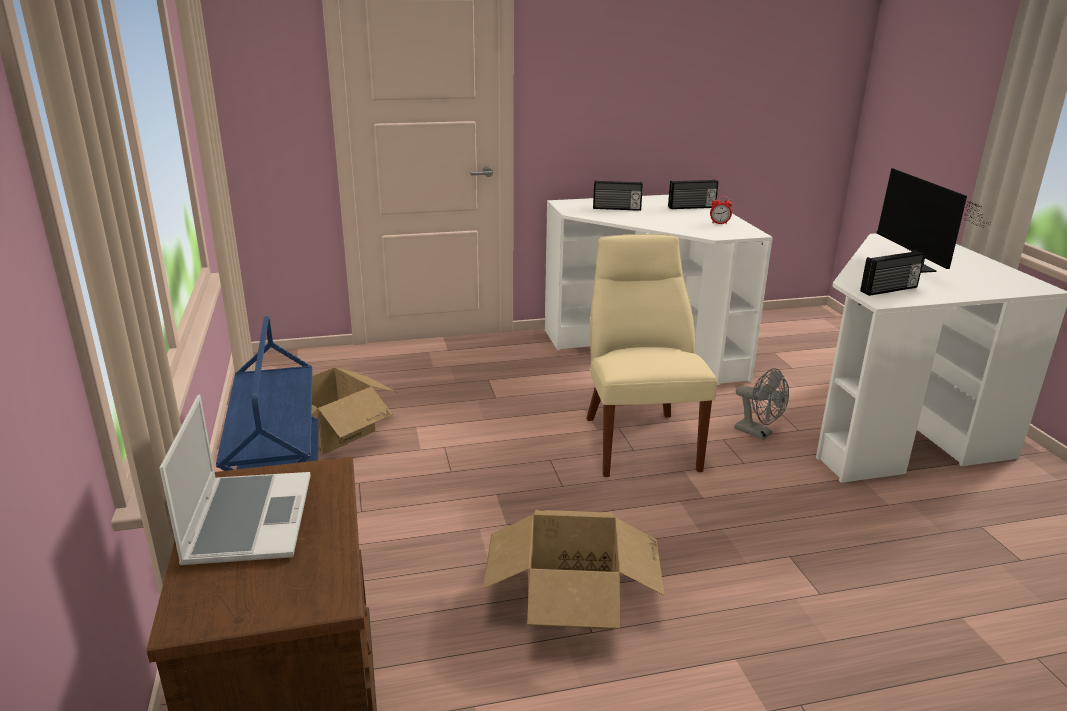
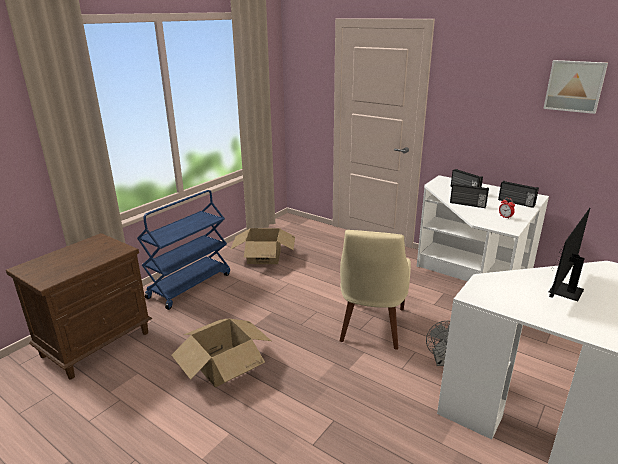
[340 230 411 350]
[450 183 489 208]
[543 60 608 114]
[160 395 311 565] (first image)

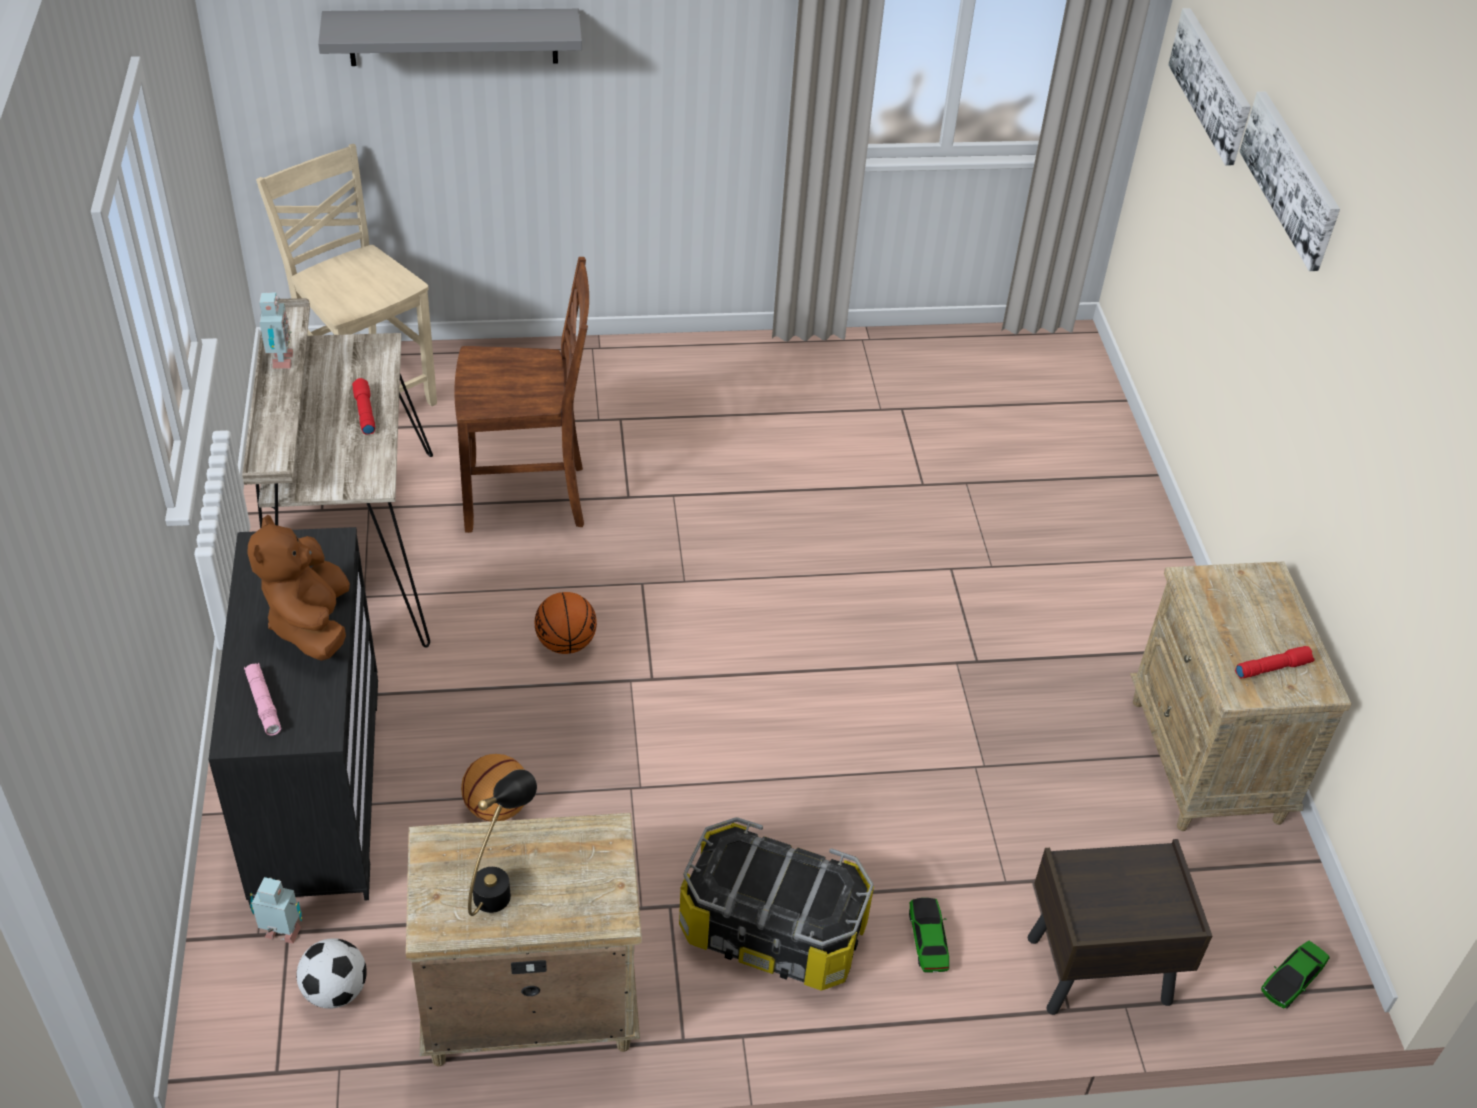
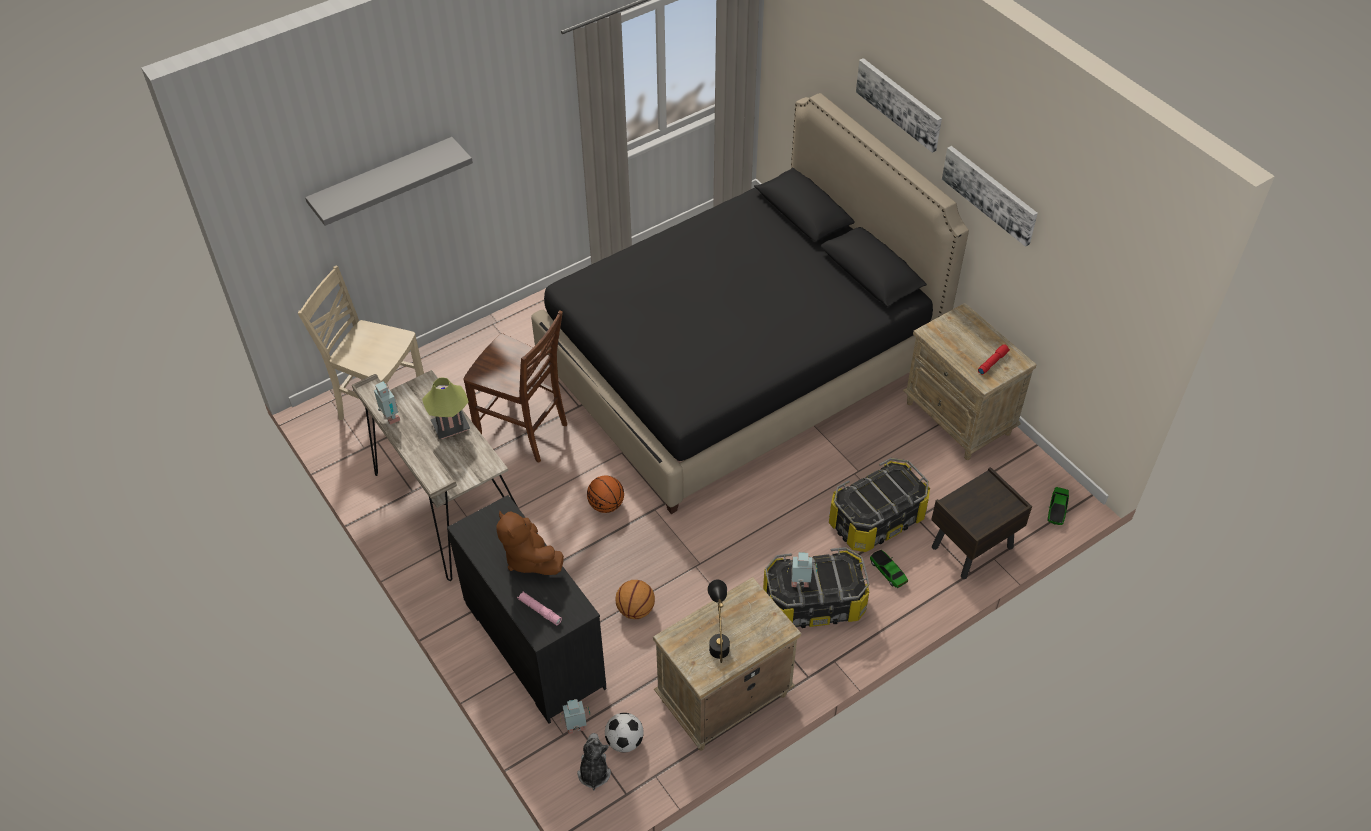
[422 378 470 439]
[463 310 567 463]
[531 93 969 514]
[577 733 611 791]
[787 552 817 587]
[829 458 930 552]
[942 146 1038 247]

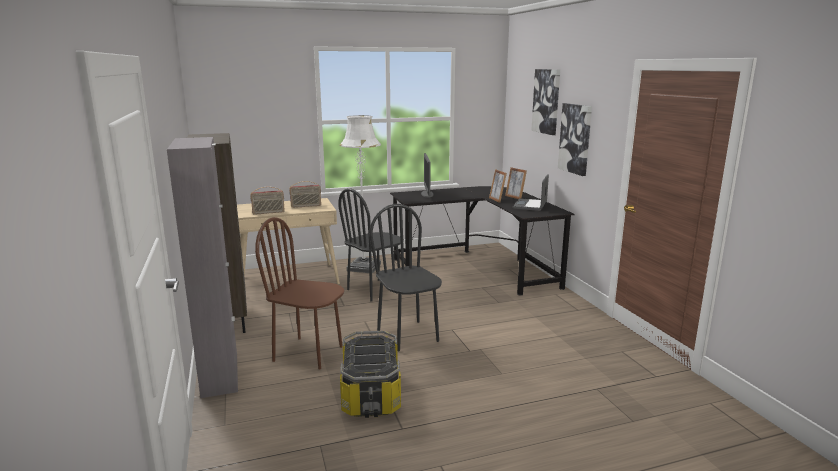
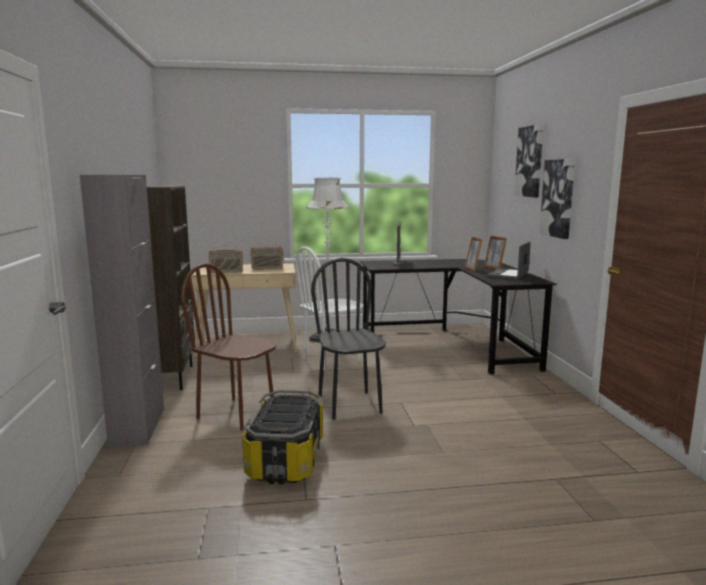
[295 247 364 370]

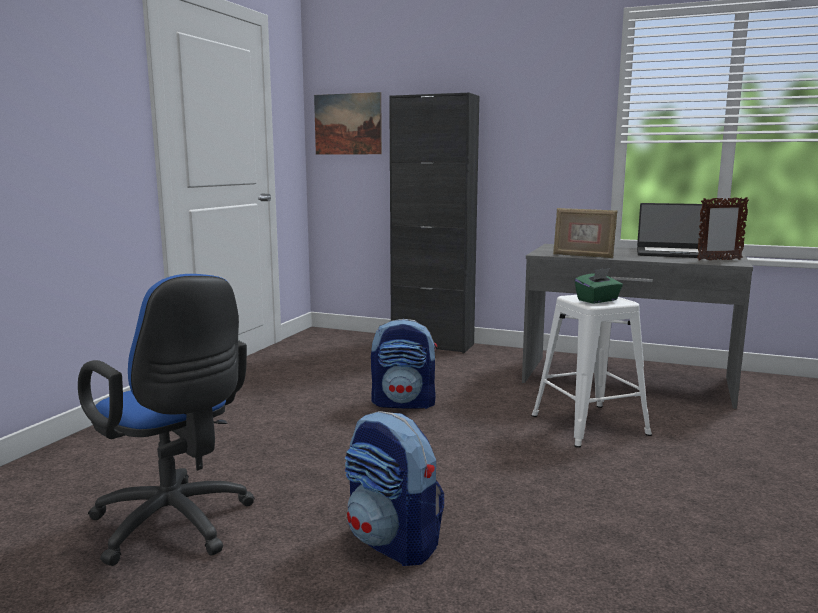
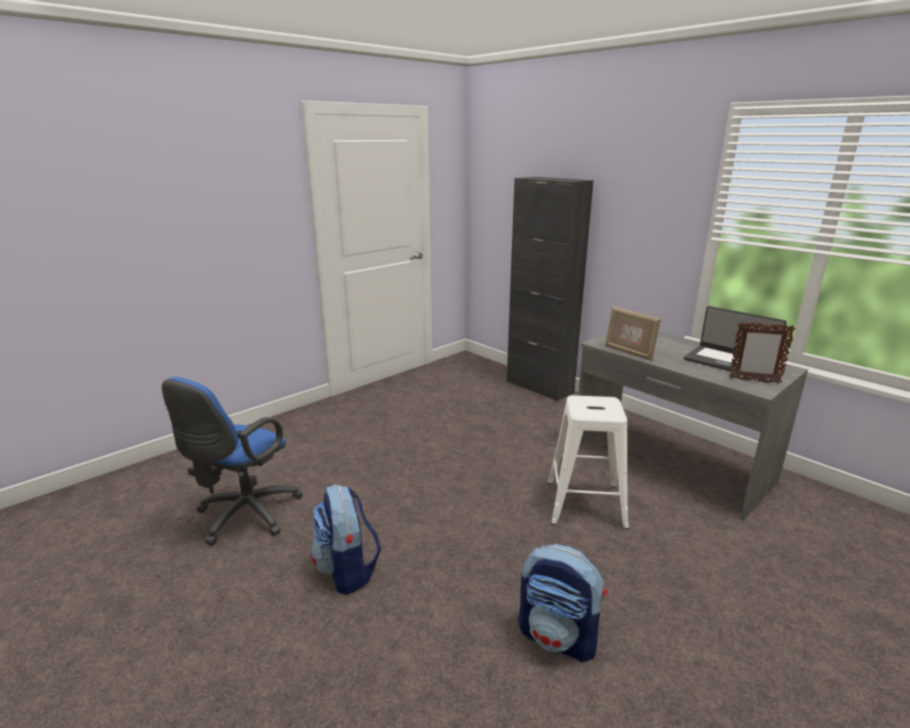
[162 377 303 546]
[518 544 607 662]
[314 92 382 155] (first image)
[575 268 623 303] (first image)

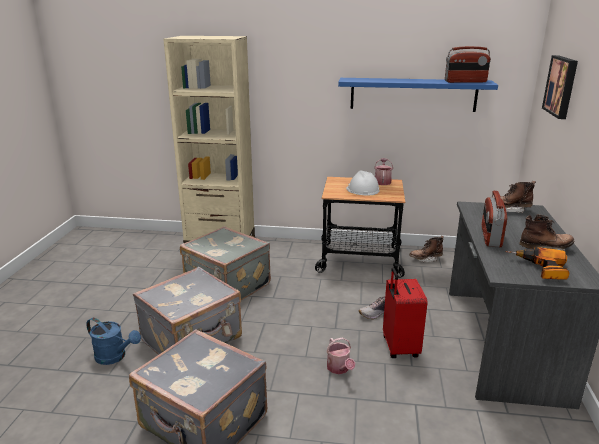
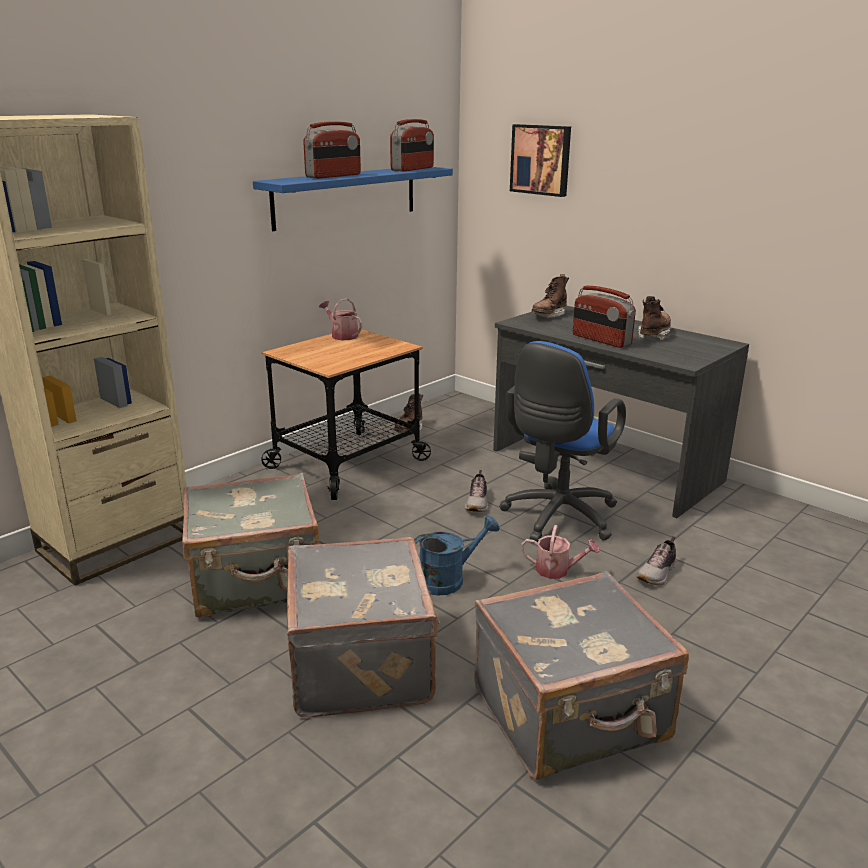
[303 121 361 179]
[415 515 500 596]
[499 341 626 543]
[636 536 676 585]
[346 170 379 195] (first image)
[505 247 569 279] (first image)

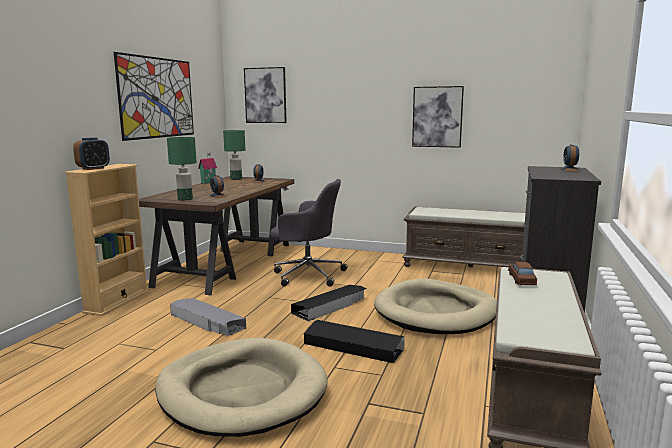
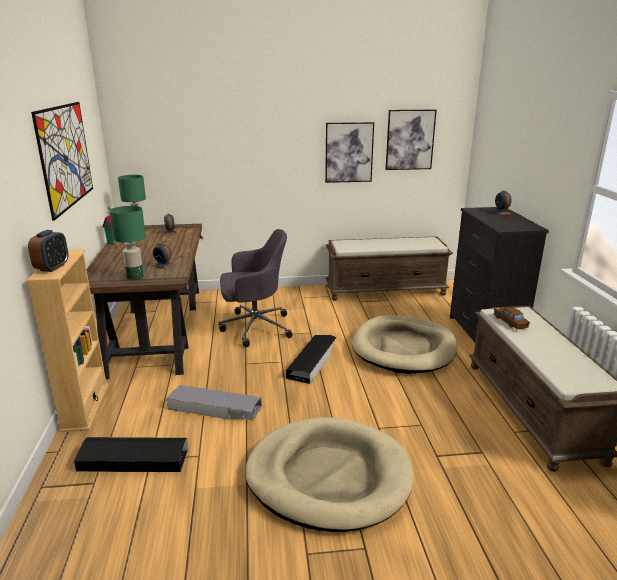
[74 437 188 472]
[385 110 437 170]

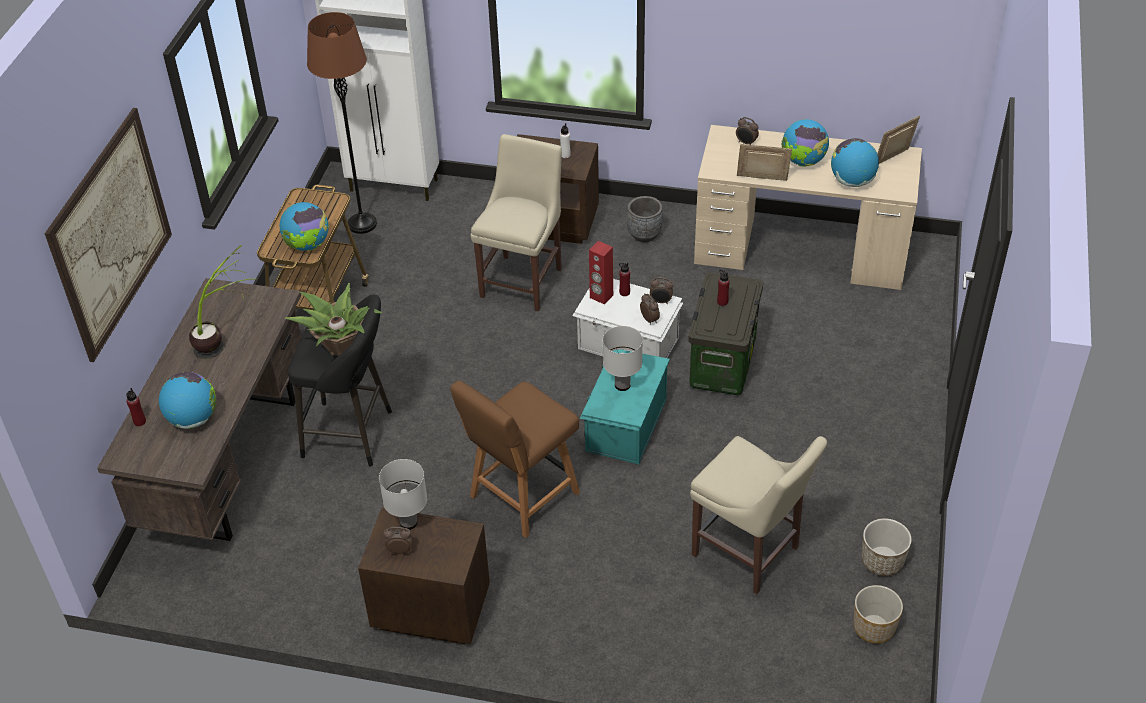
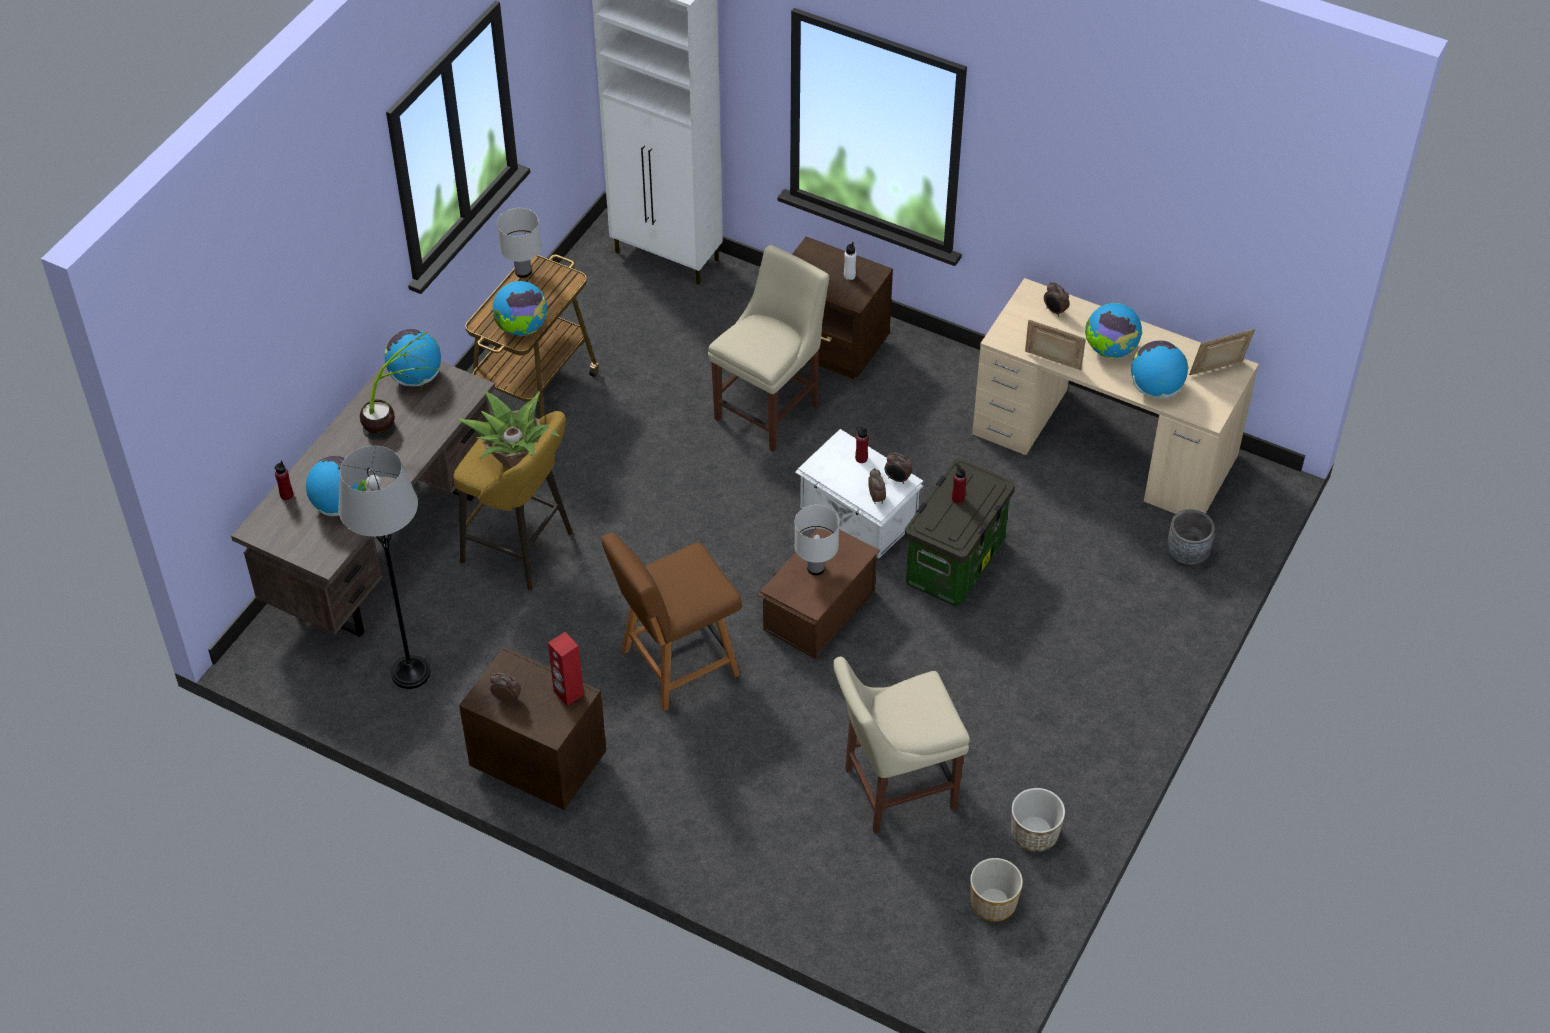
[338 446 431 689]
[385 329 441 386]
[454 411 573 590]
[497 208 541 278]
[548 632 584 706]
[757 529 880 659]
[833 656 970 834]
[1166 510 1215 567]
[45 108 172 362] (first image)
[307 12 377 234] (first image)

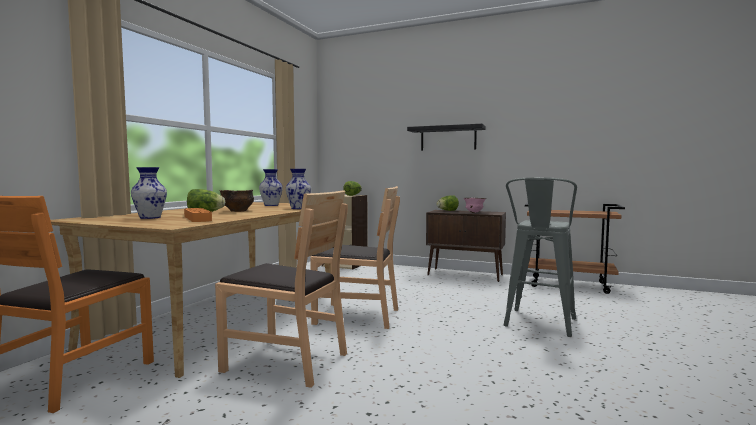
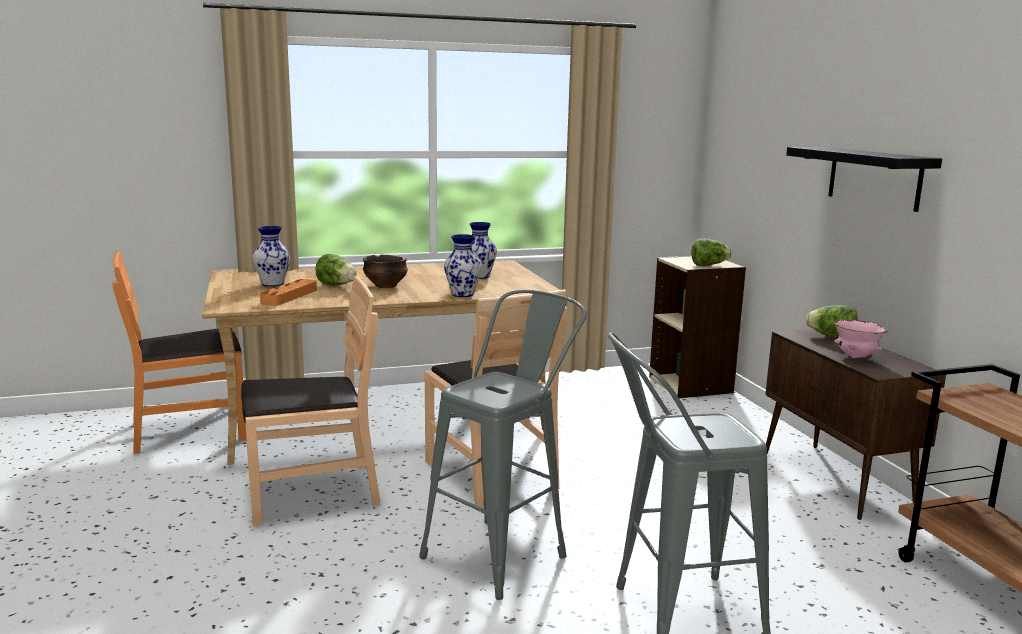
[241 276 381 526]
[419 290 586 600]

